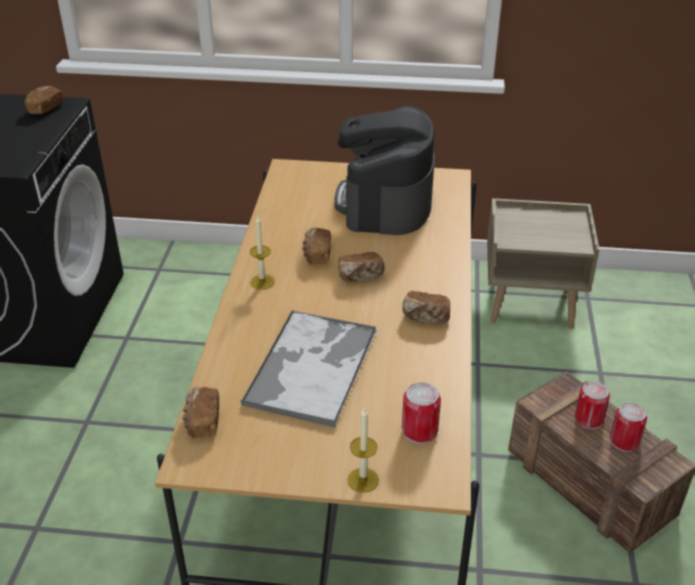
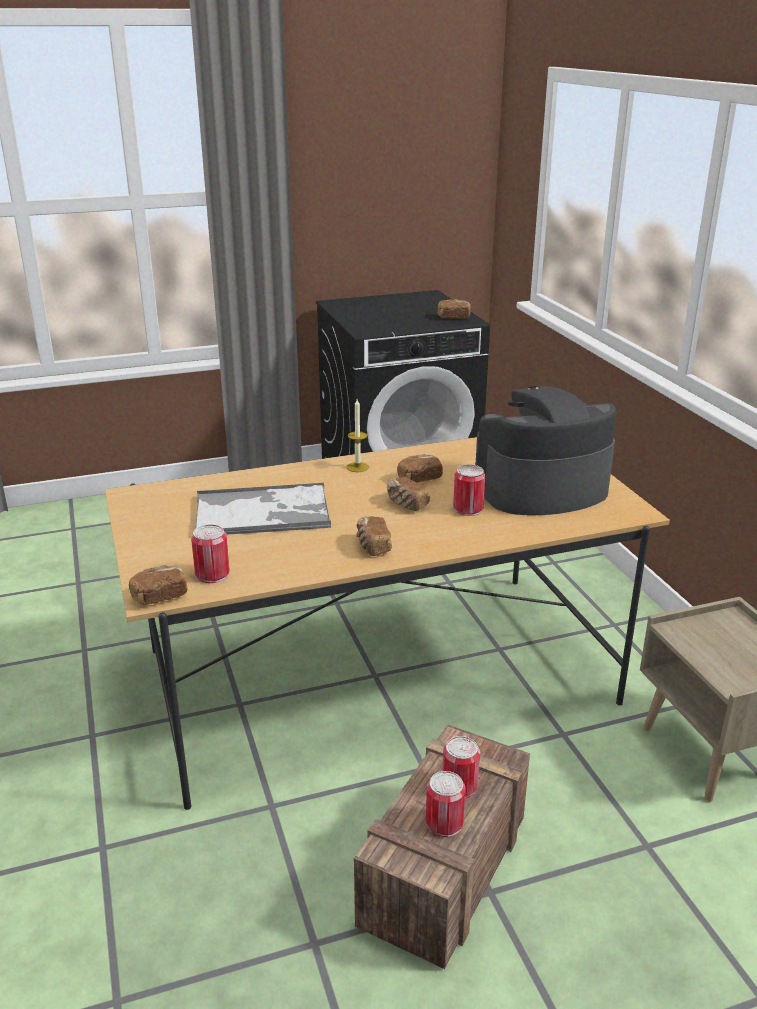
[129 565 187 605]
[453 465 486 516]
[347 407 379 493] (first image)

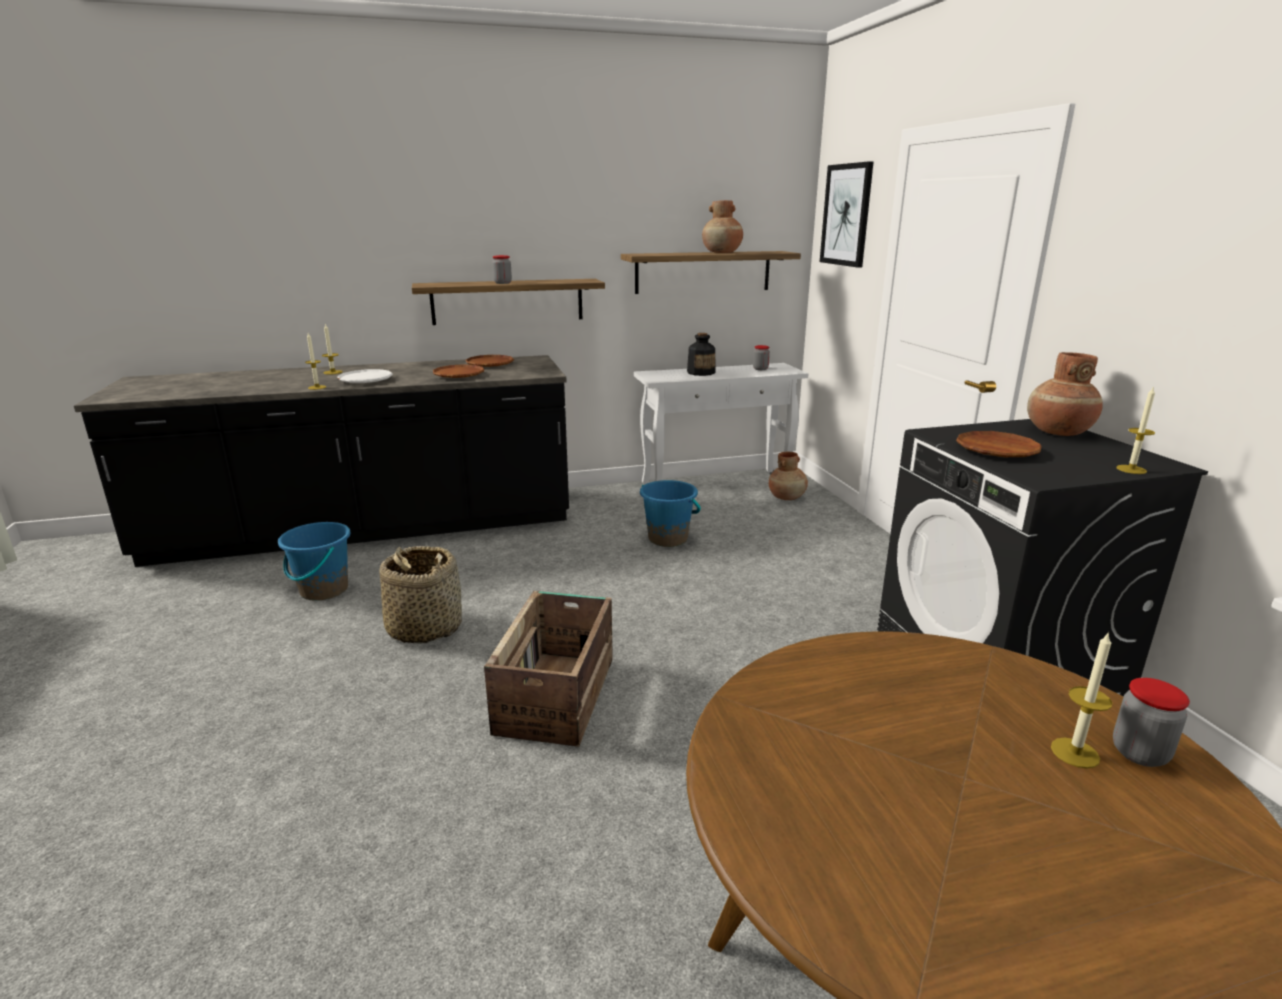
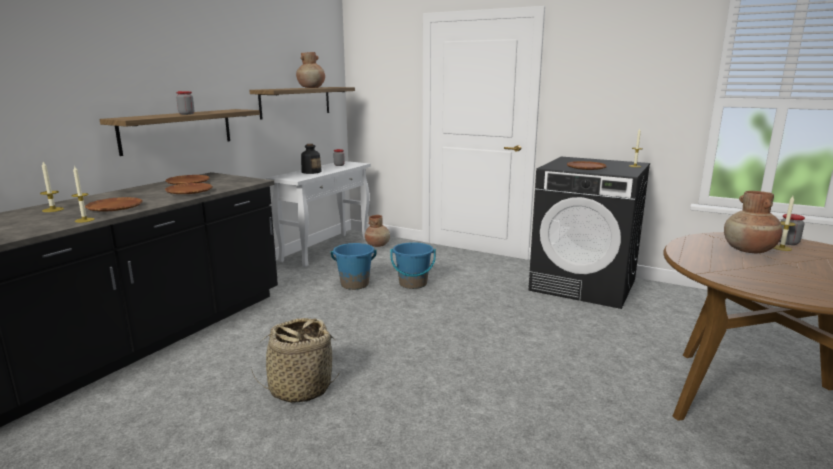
[85 197 143 212]
[390 242 436 289]
[724 191 783 253]
[484 591 613 747] (first image)
[820 161 874 268] (first image)

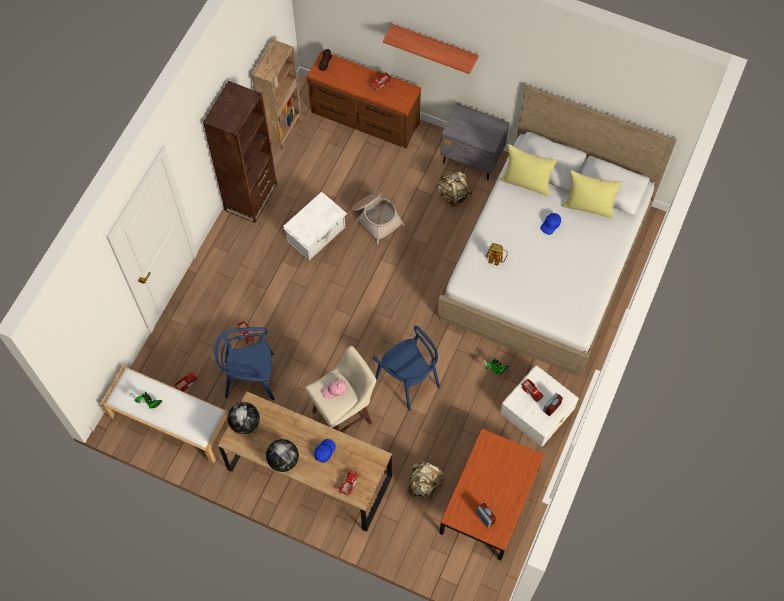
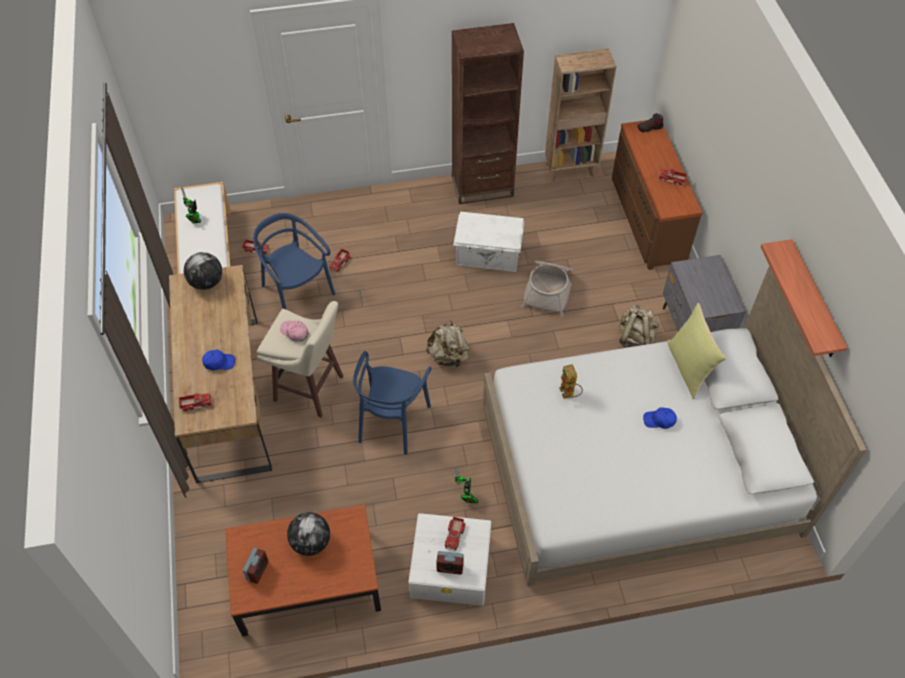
[287 512 330 556]
[426 320 470 368]
[761 239 848 357]
[562 170 622 219] (first image)

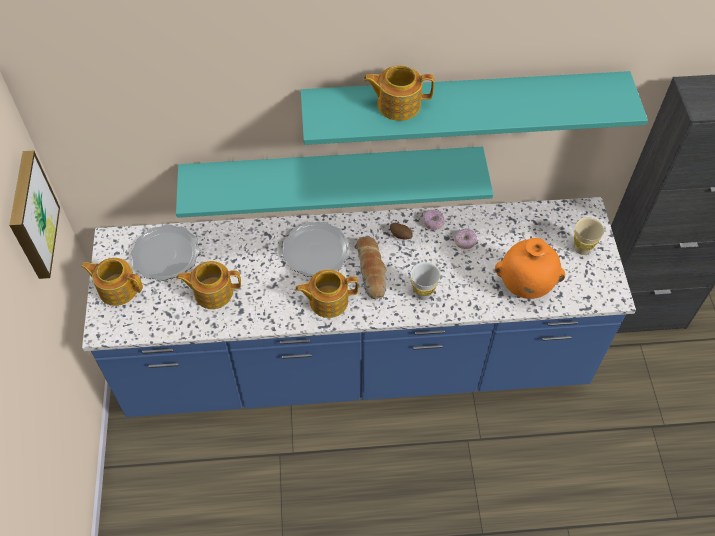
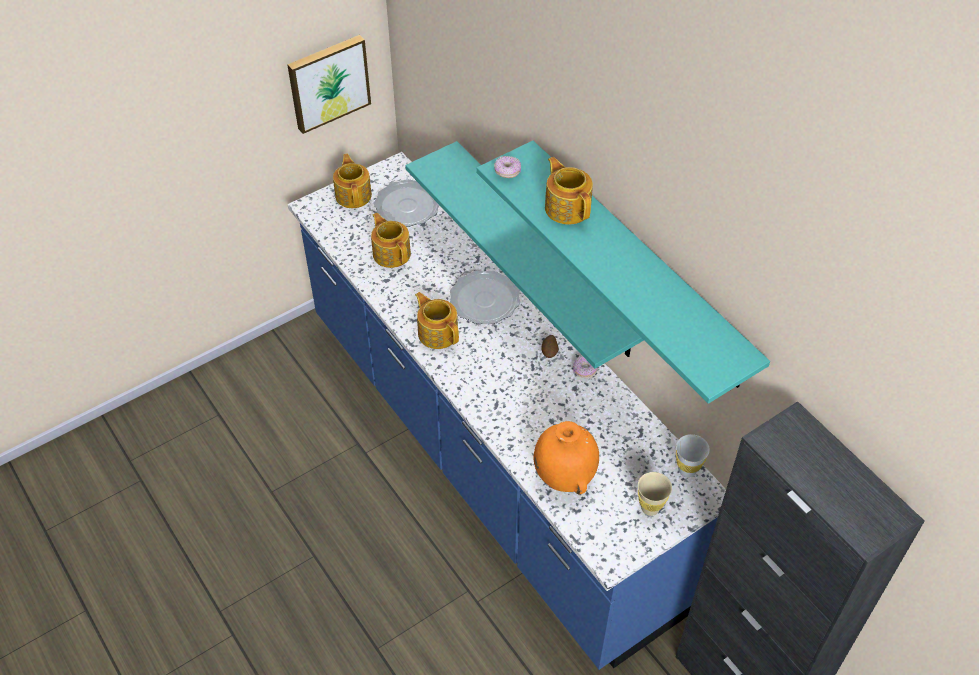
[494 156 521 178]
[676 434 710 478]
[357 237 386 299] (first image)

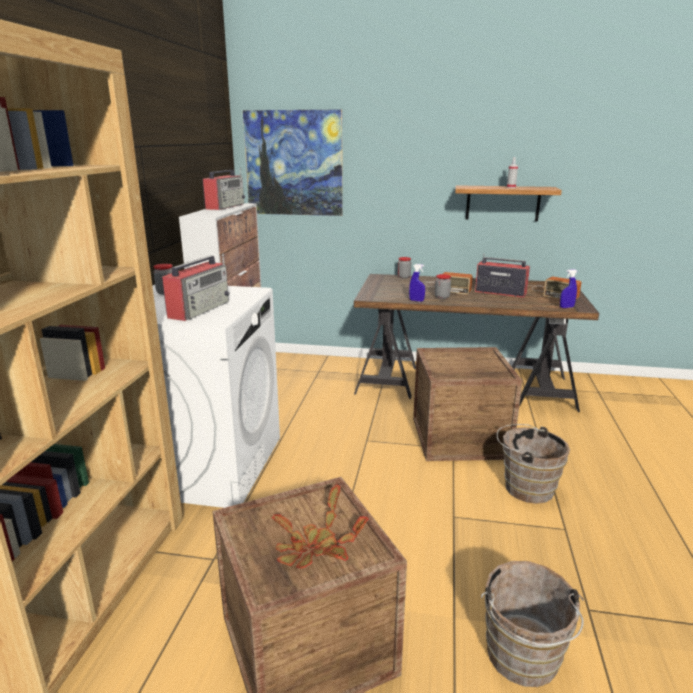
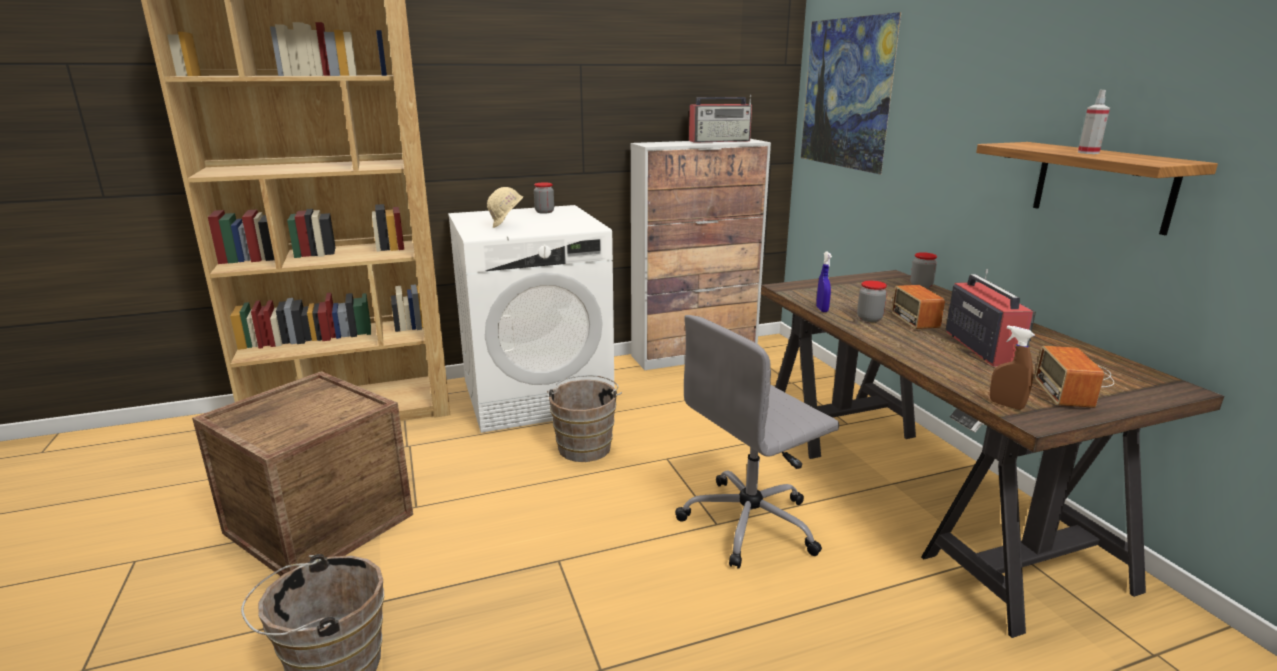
[487 187 523 228]
[547 375 622 462]
[675 315 839 569]
[990 325 1035 410]
[271 485 369 568] (first image)

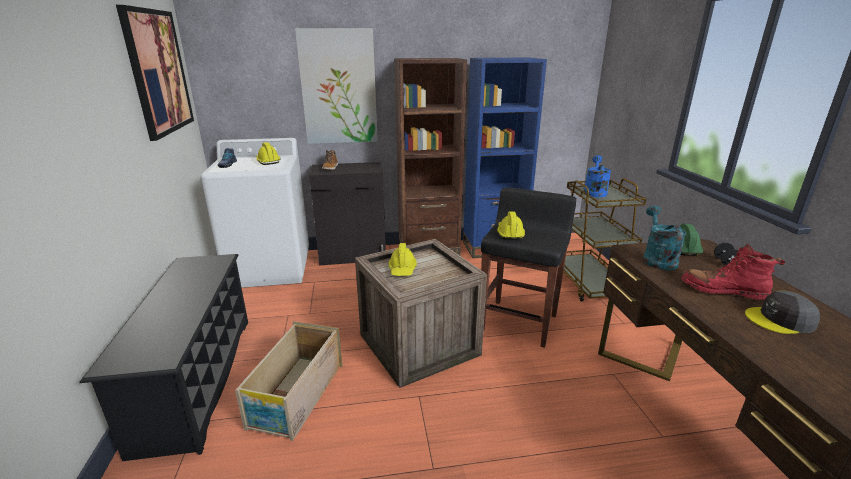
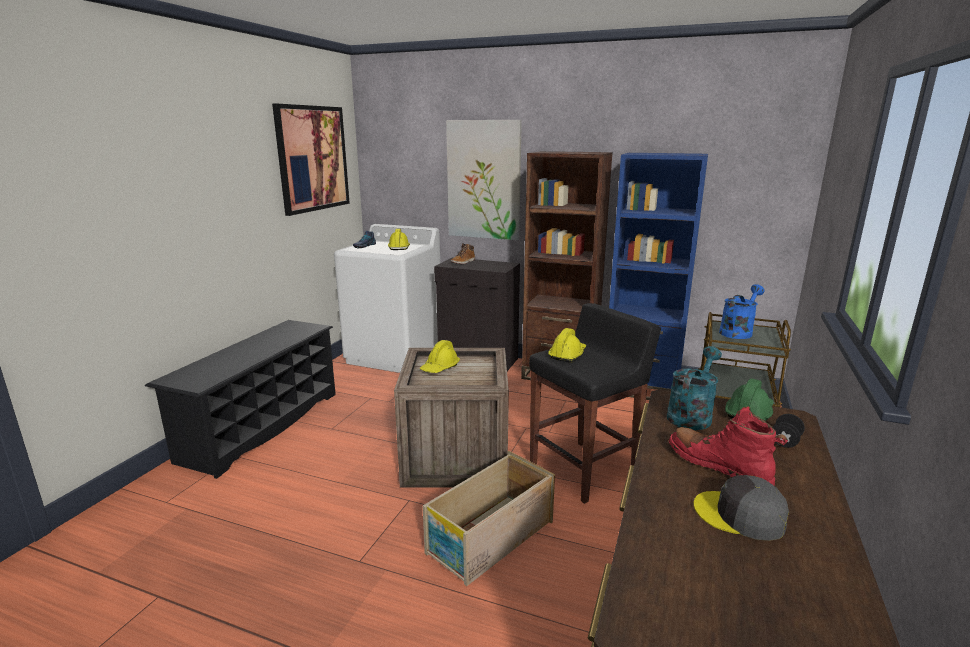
[423 451 555 586]

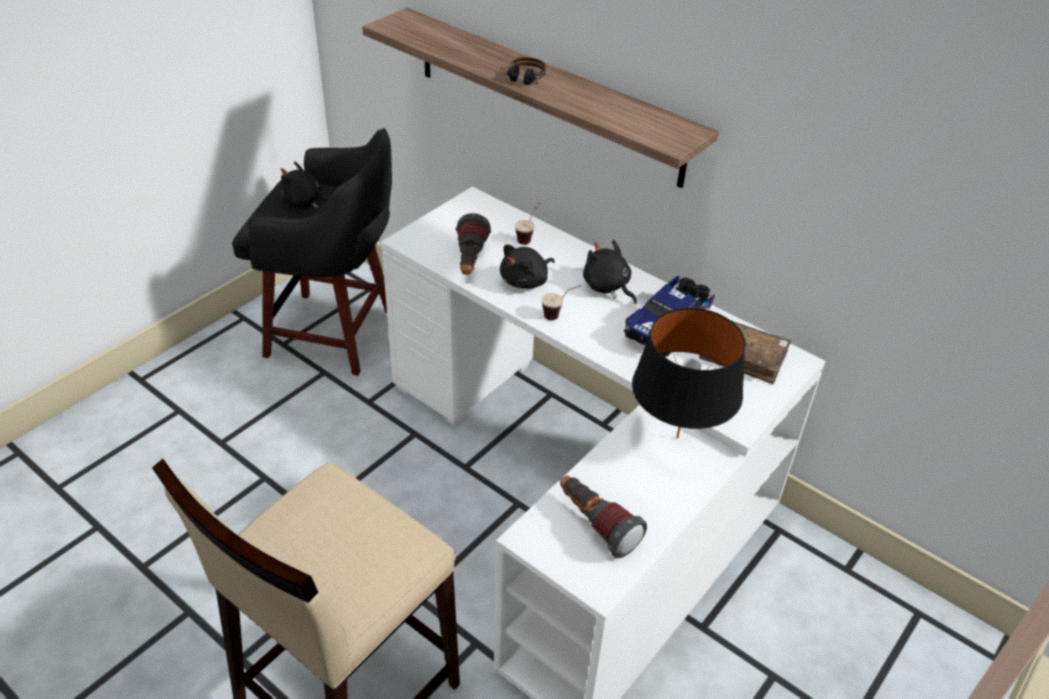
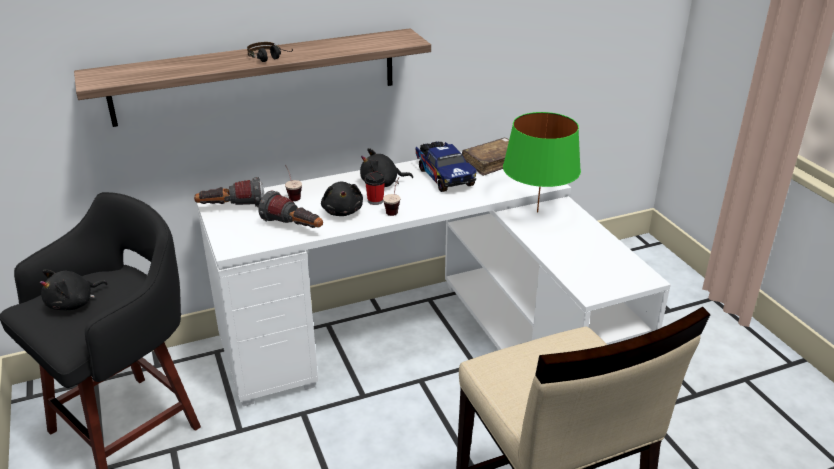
[194 177 264 207]
[365 172 385 205]
[503 112 581 213]

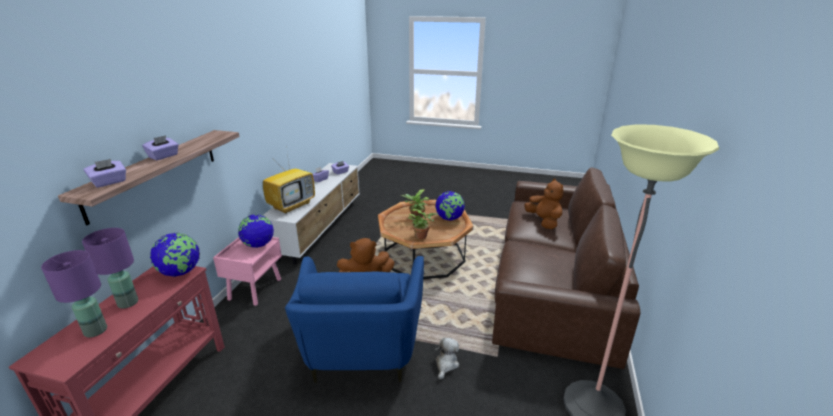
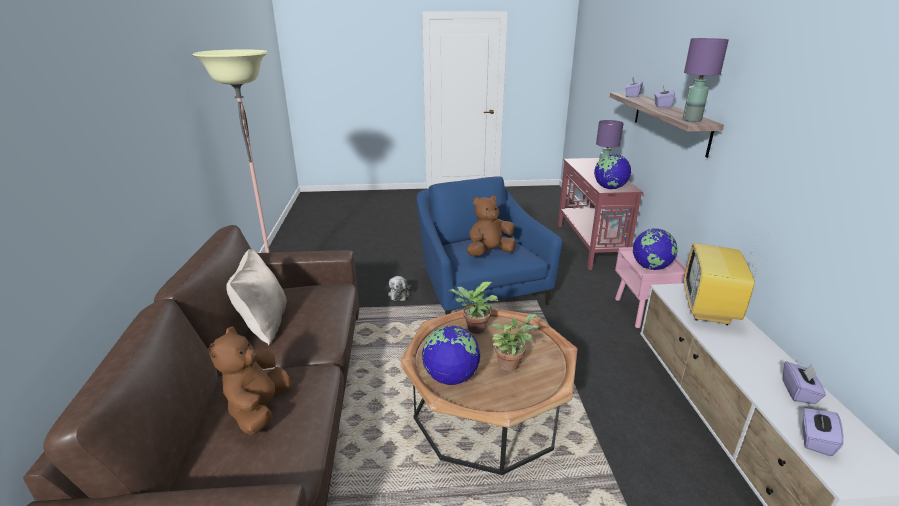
[208 327 291 435]
[226 249 287 346]
[683 38 729 122]

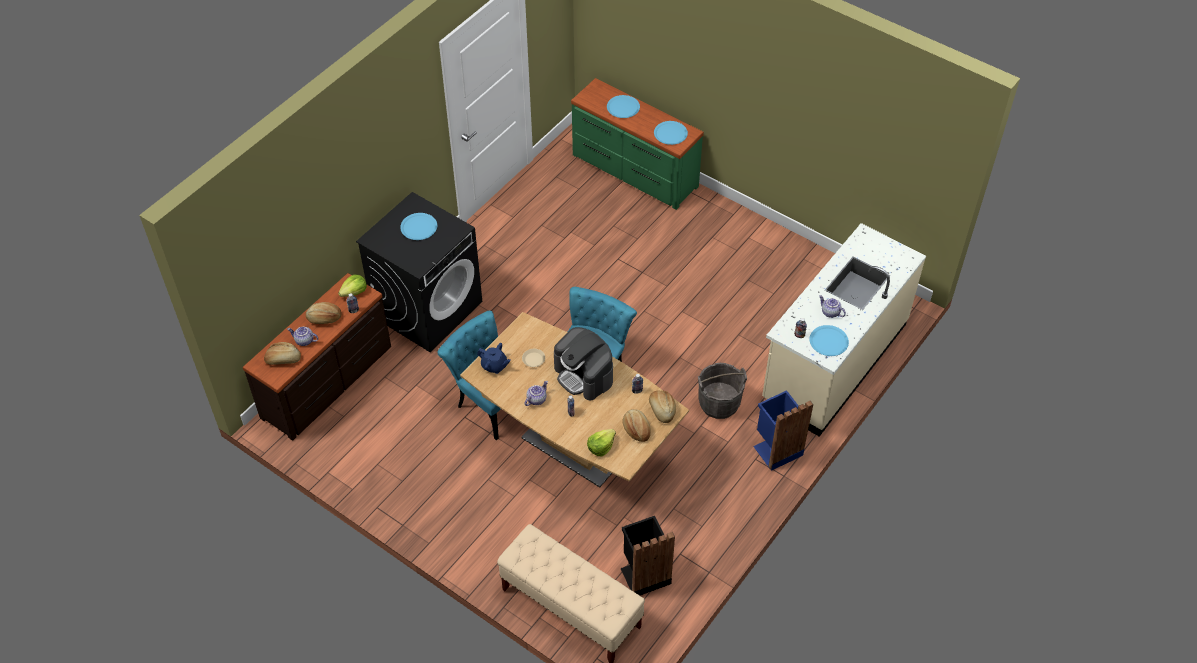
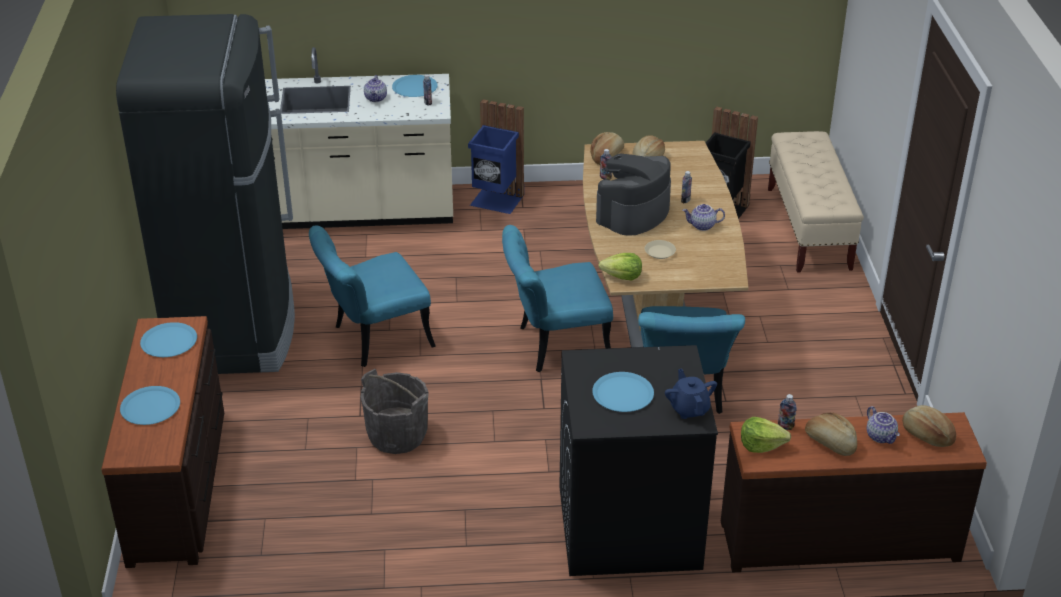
[101 316 224 568]
[116 14 295 374]
[309 225 436 367]
[360 369 429 454]
[596 153 671 236]
[598 253 642 281]
[665 369 717 419]

